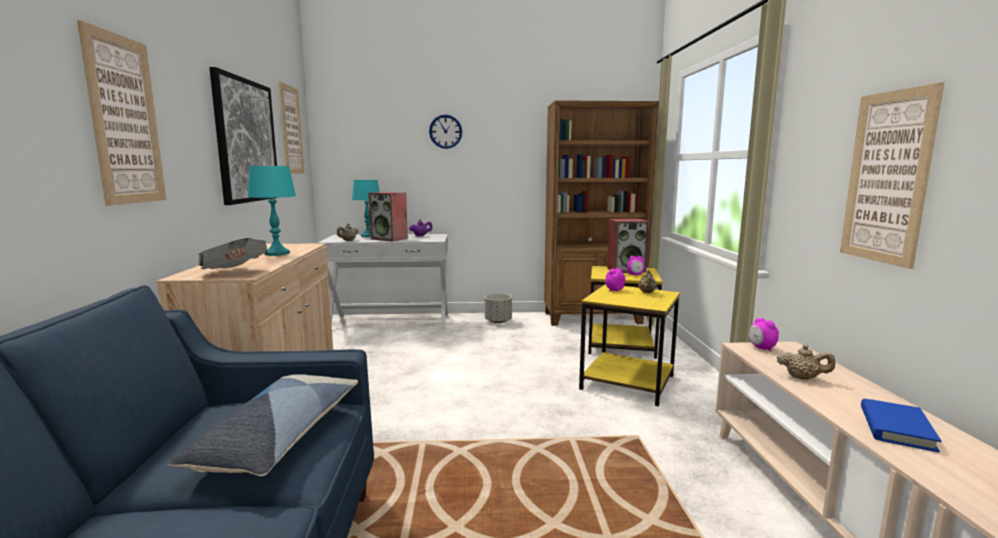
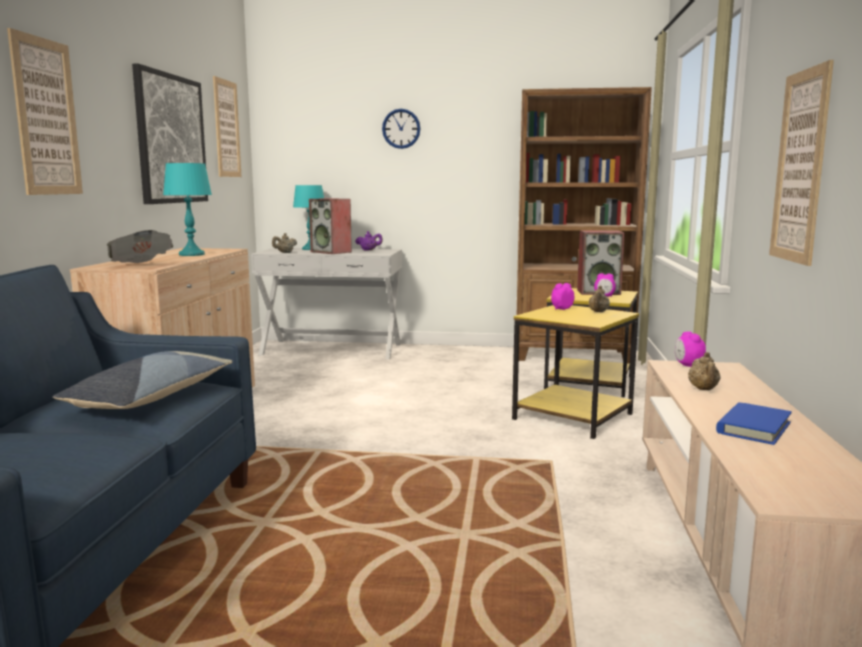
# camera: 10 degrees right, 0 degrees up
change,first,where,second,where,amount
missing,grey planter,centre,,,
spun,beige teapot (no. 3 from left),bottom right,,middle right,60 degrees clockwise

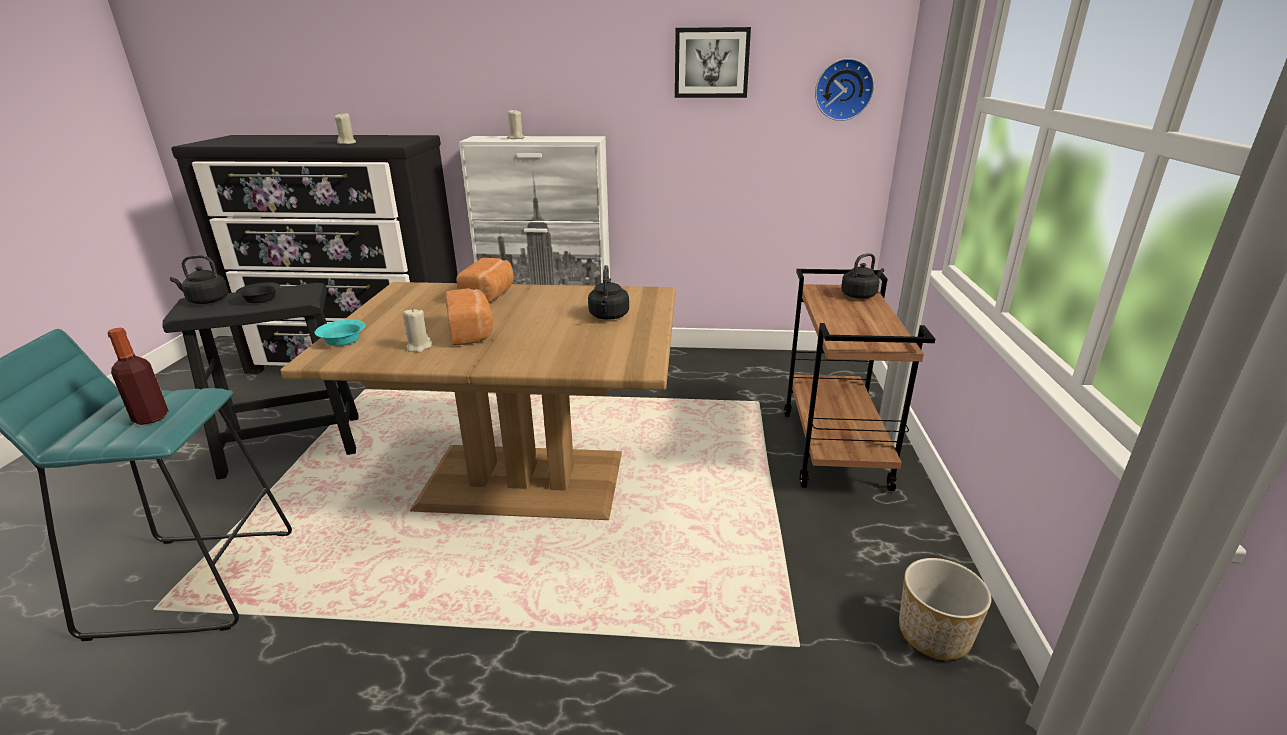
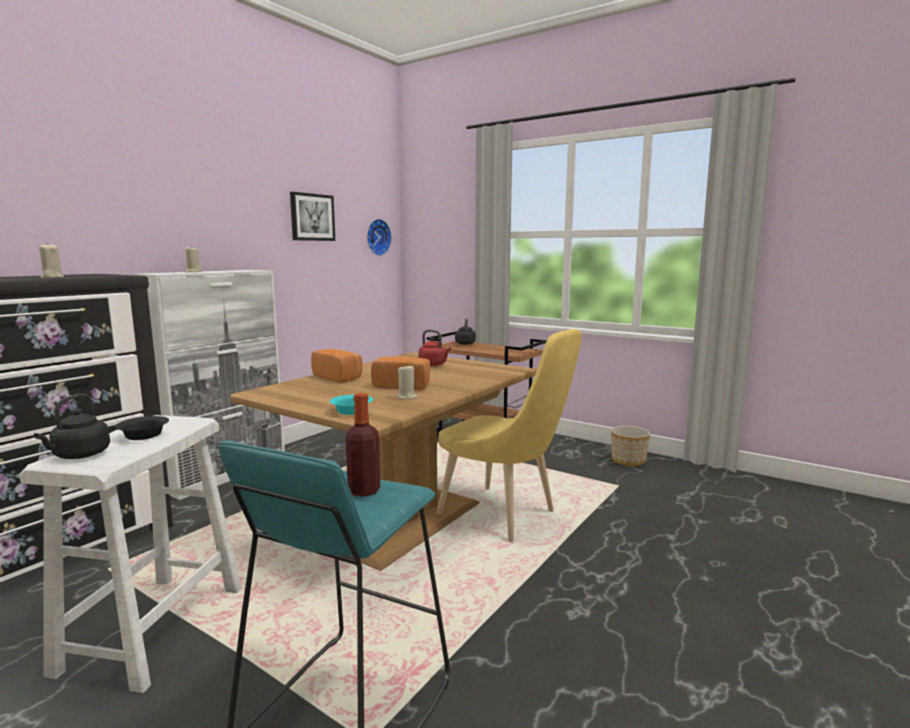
# camera: 60 degrees left, 15 degrees down
change,first,where,second,where,amount
appeared,,,yellow chair,centre,
colour,black stool,middle left,white stool,bottom left,
colour,black kettle (no. 2 from left),centre,red kettle,centre,

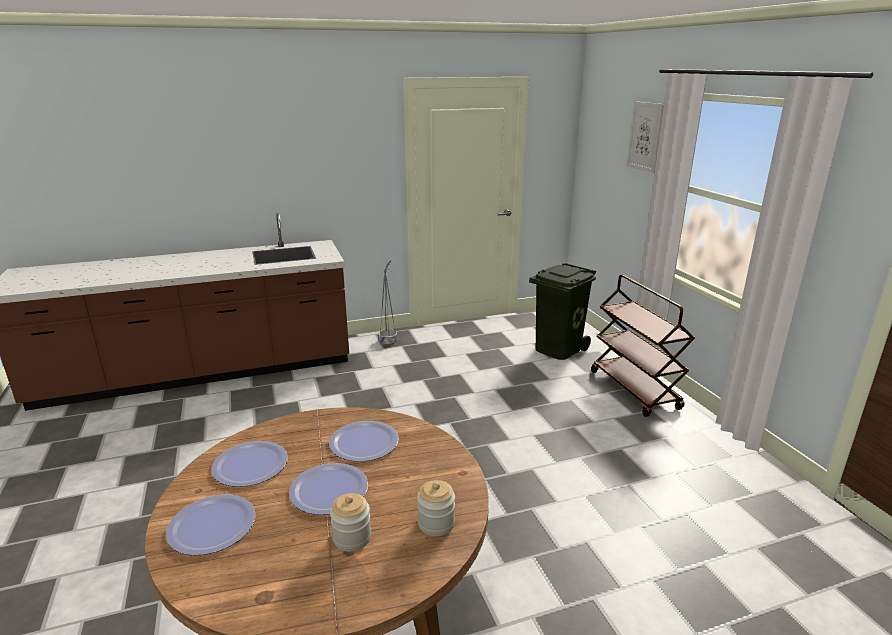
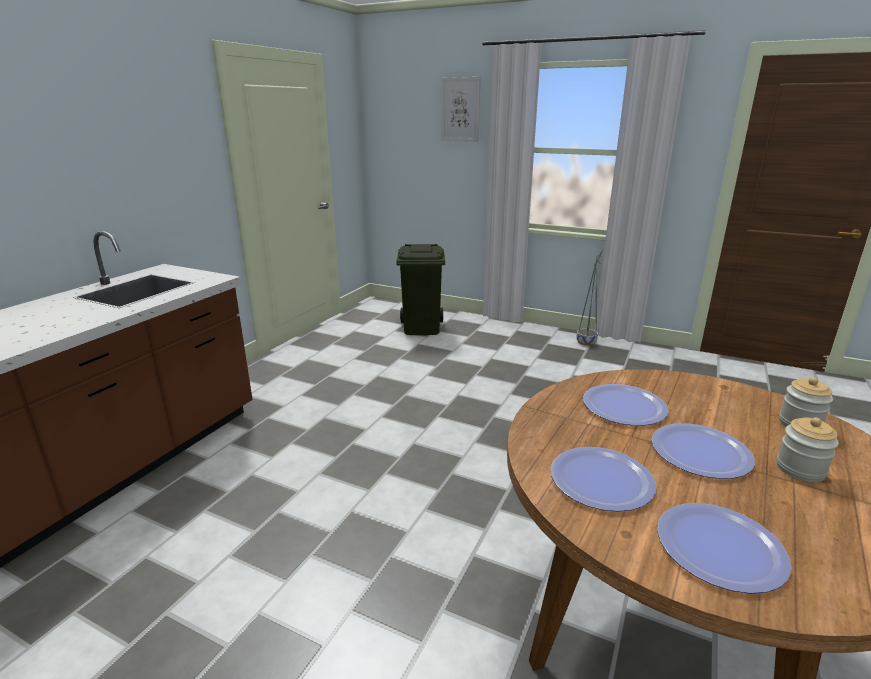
# camera: 45 degrees left, 0 degrees up
change,first,where,second,where,amount
missing,brown cart,middle right,,,
relocated,grey planter,centre,,middle right,

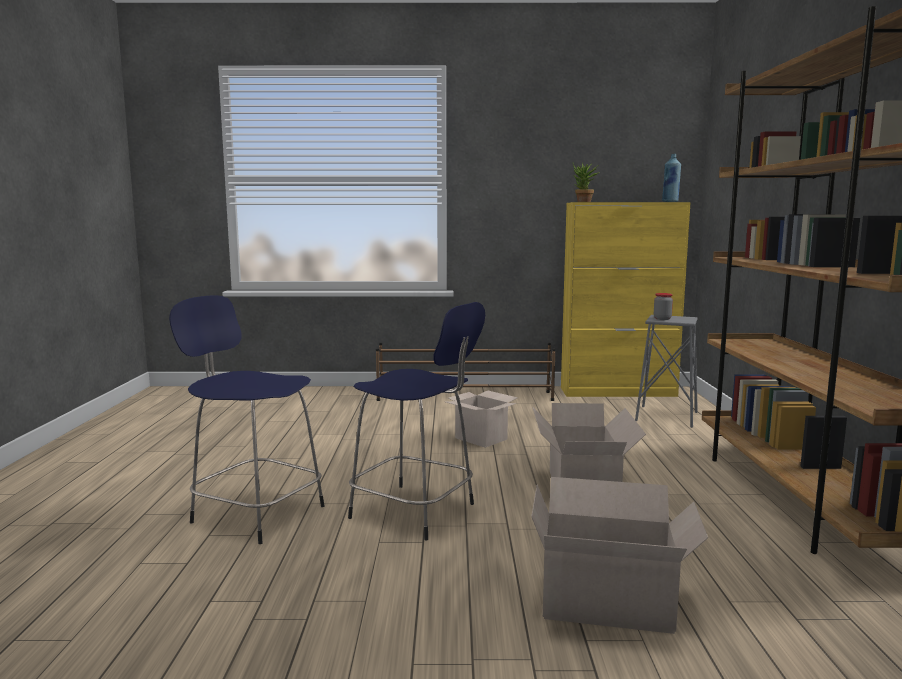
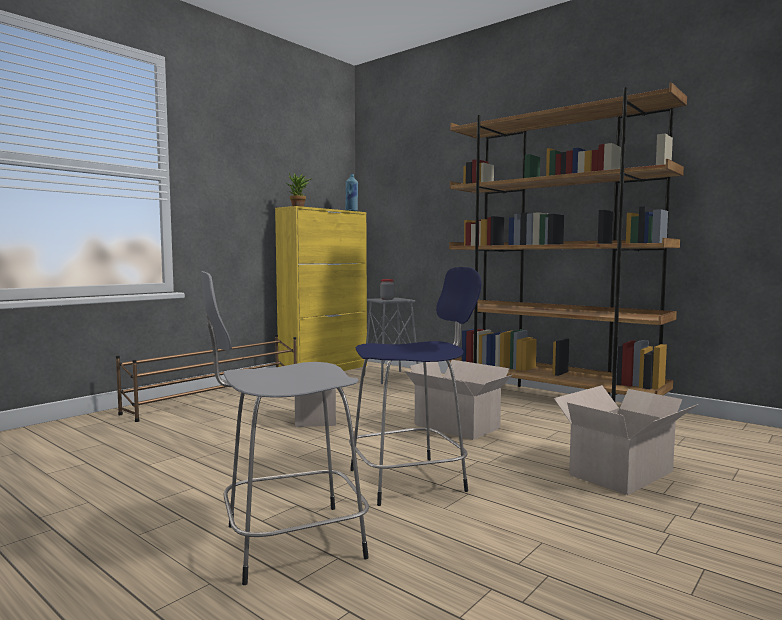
# camera: 50 degrees left, 5 degrees down
change,first,where,second,where,amount
colour,blue stool (no. 1 from left),middle left,grey stool (no. 1 from left),bottom centre,

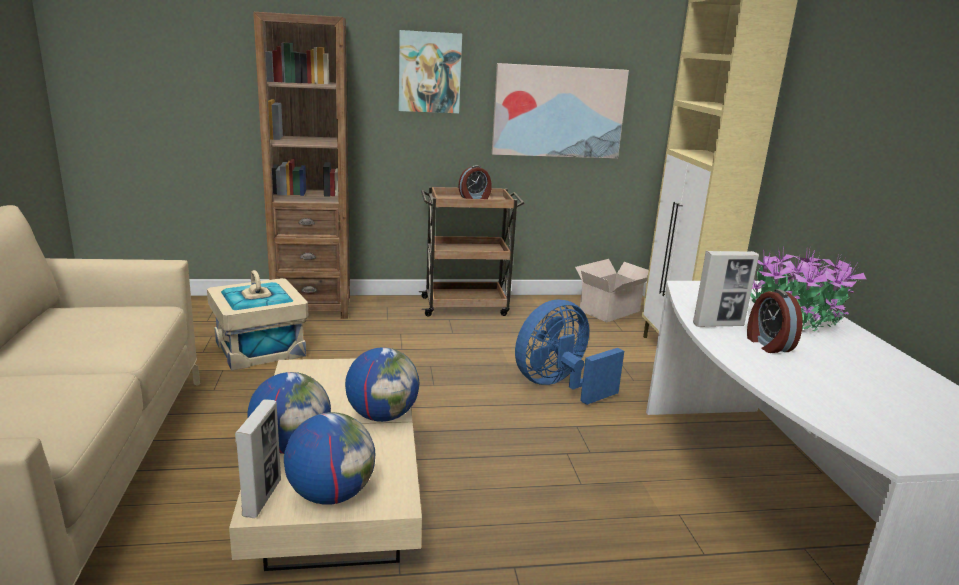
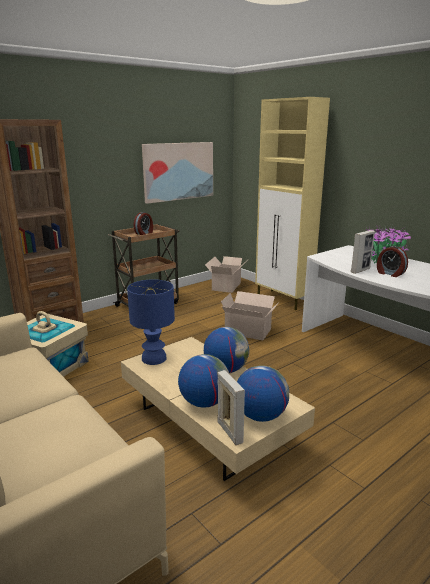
# camera: 30 degrees left, 0 degrees up
change,first,where,second,where,amount
missing,picture (no. 1 from left),top centre,,,
appeared,,,blue table lamp,centre,
exchanged,blue fan,centre,cardboard box (no. 2 from left),centre,

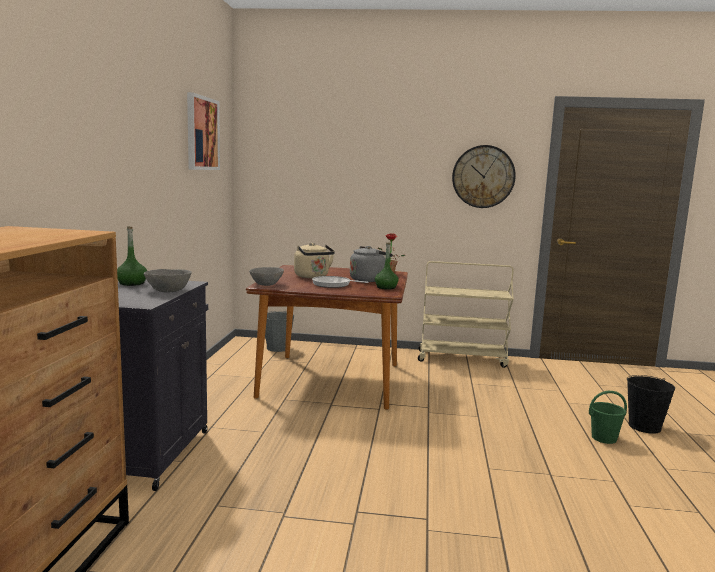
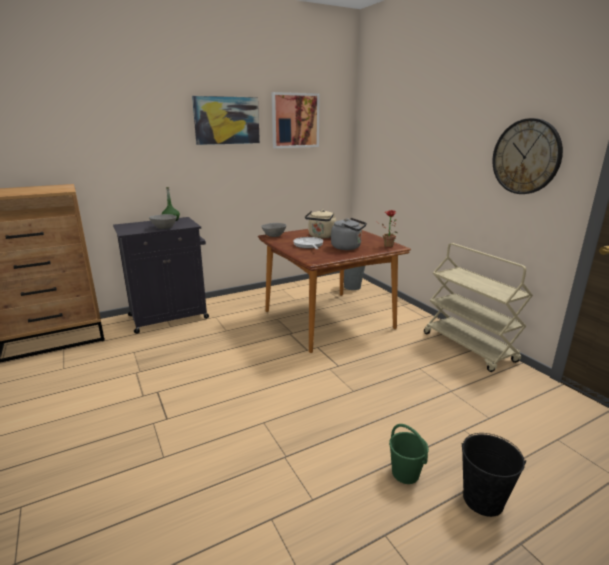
# camera: 55 degrees right, 10 degrees up
change,first,where,second,where,amount
missing,green bottle (no. 2 from left),centre,,,
appeared,,,picture (no. 1 from left),top centre,

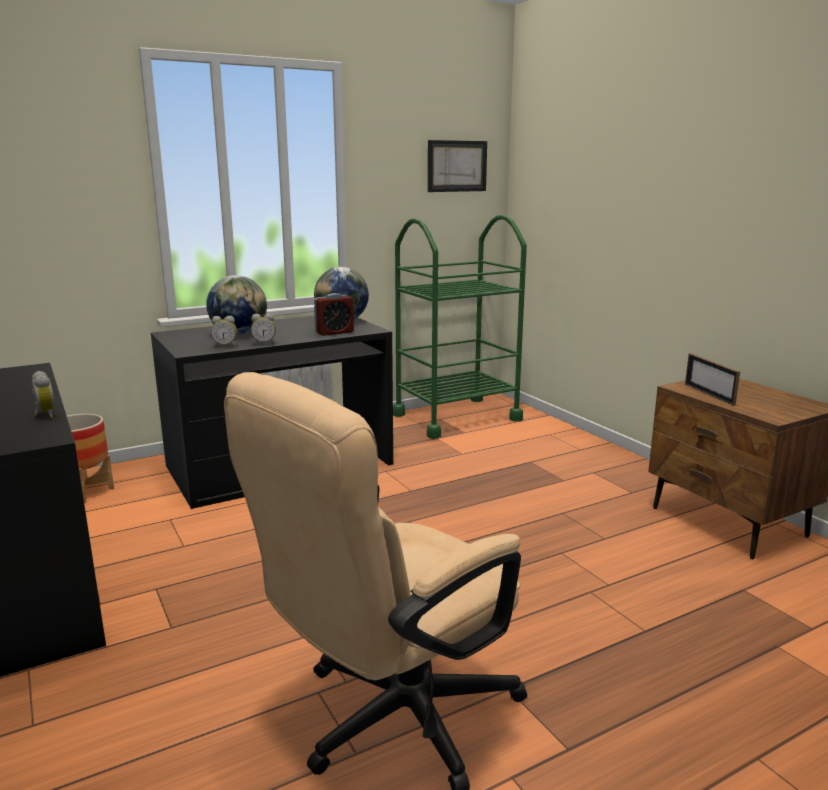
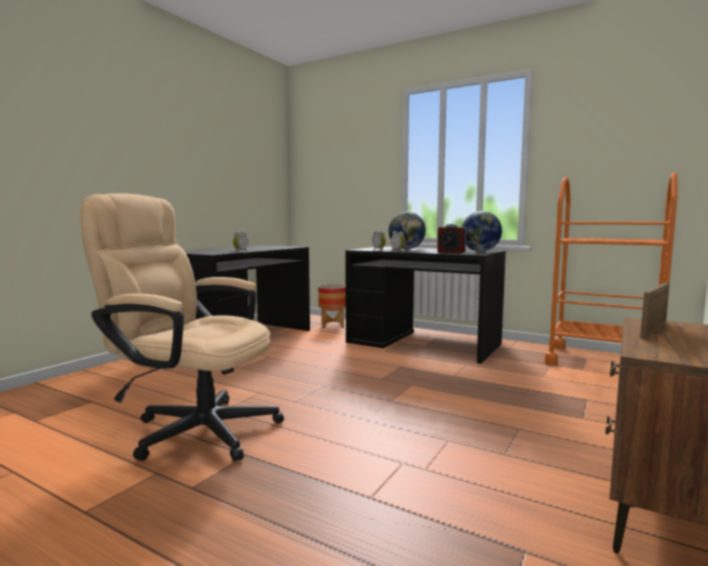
# camera: 60 degrees right, 10 degrees down
change,first,where,second,where,amount
missing,picture,top centre,,,
colour,green cart,centre,orange cart,middle right,

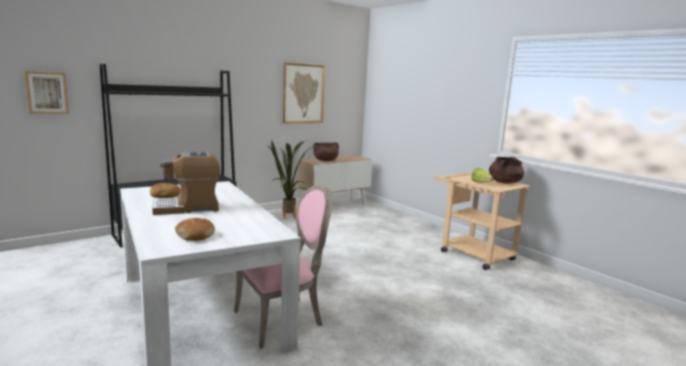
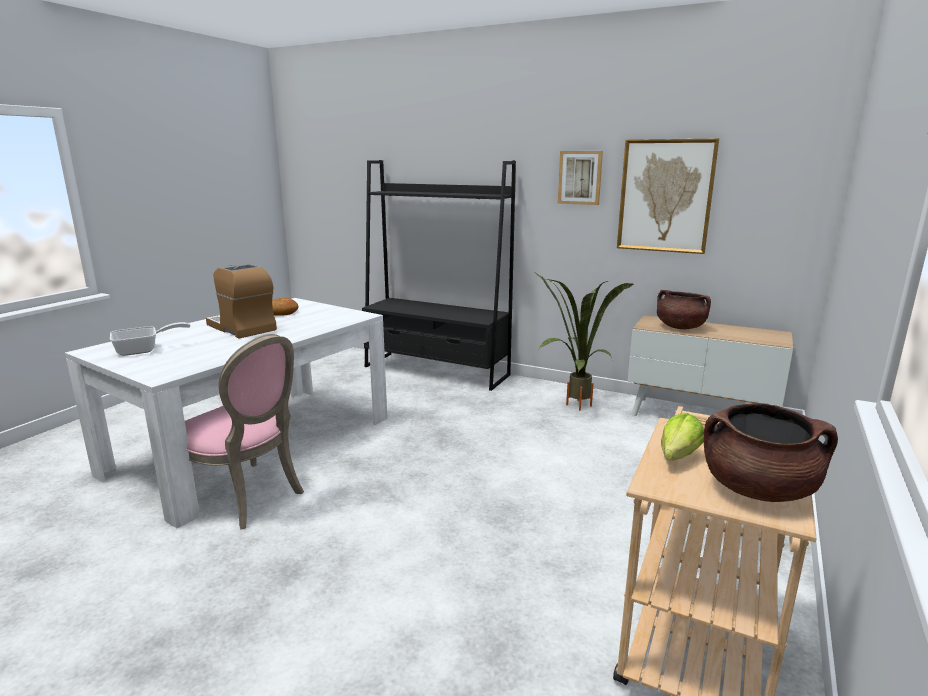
# camera: 65 degrees right, 5 degrees up
change,first,where,second,where,amount
relocated,picture (no. 1 from left),top left,,top centre,
exchanged,bread (no. 2 from left),middle left,frying pan,middle left,

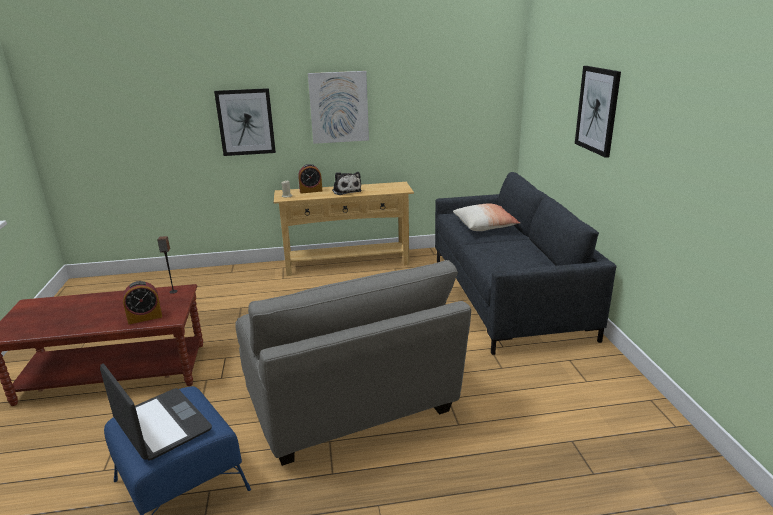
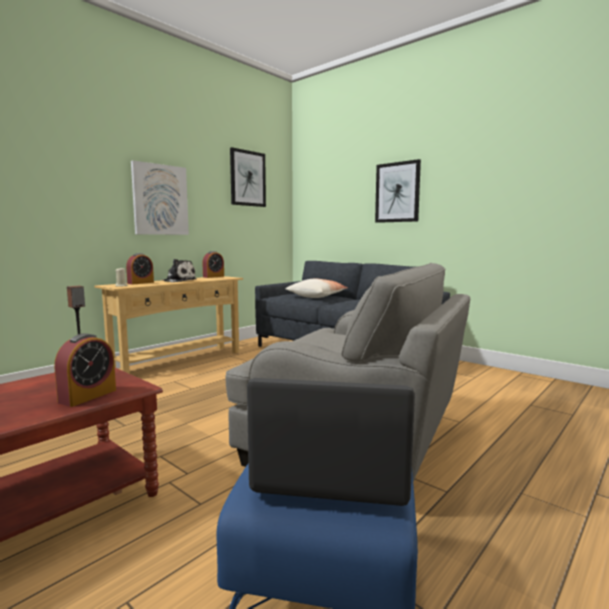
# camera: 40 degrees left, 15 degrees down
change,first,where,second,where,amount
appeared,,,alarm clock (no. 3 from left),centre,
relocated,picture (no. 1 from left in the first image),top left,picture (no. 2 from left),top centre,

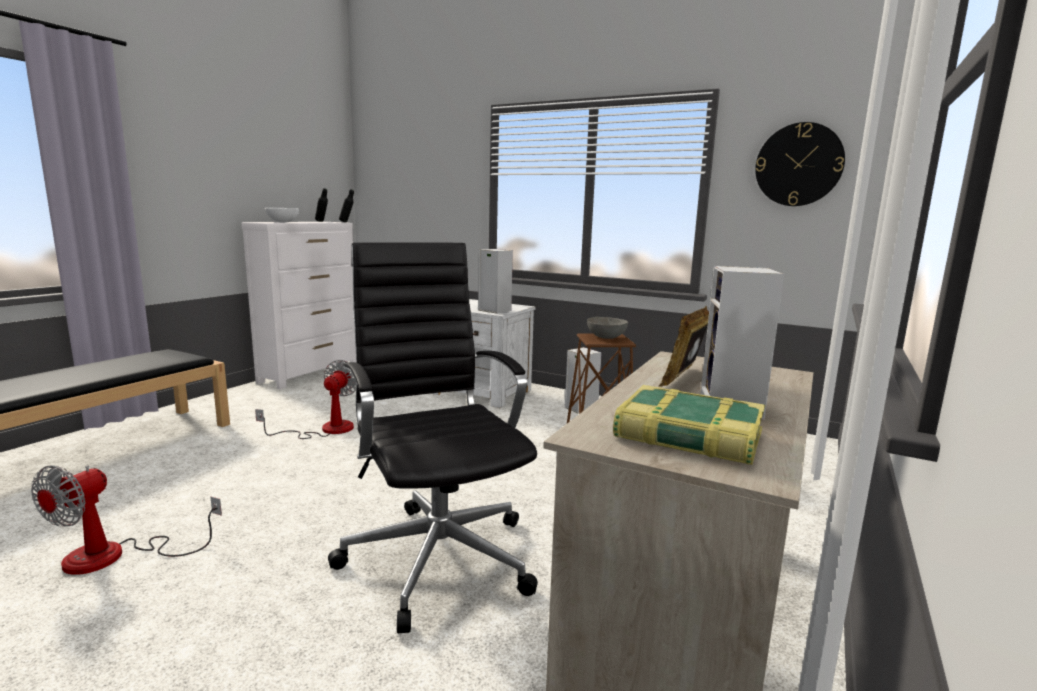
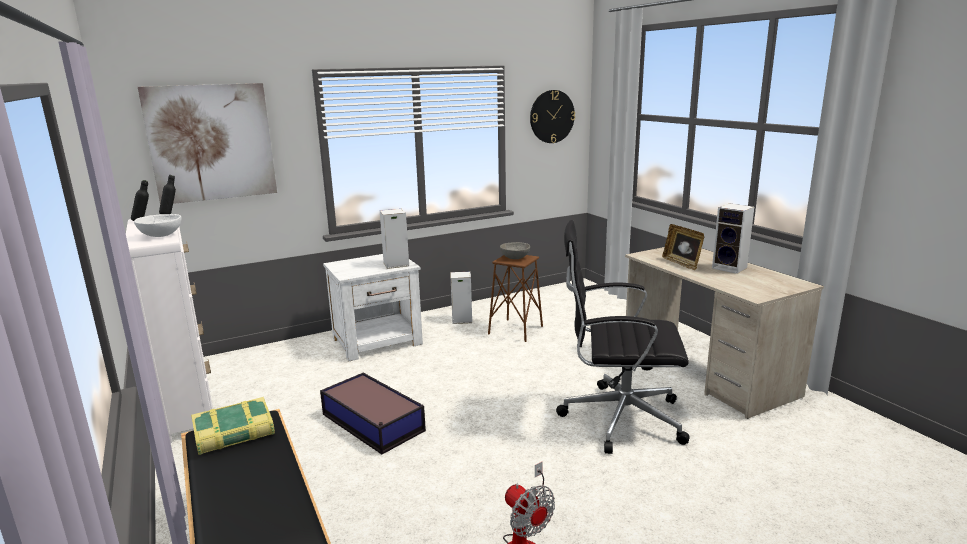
# camera: 55 degrees left, 5 degrees up
change,first,where,second,where,amount
appeared,,,picture,top left,
relocated,book,centre,,bottom left,
exchanged,fan (no. 2 from left),middle left,storage box,bottom centre,

